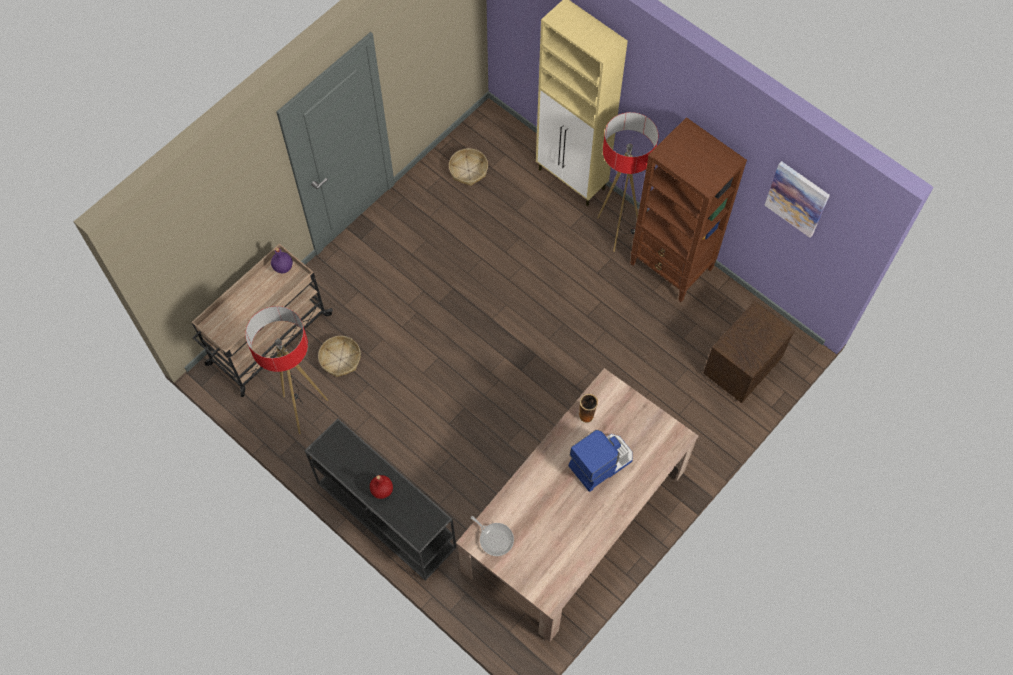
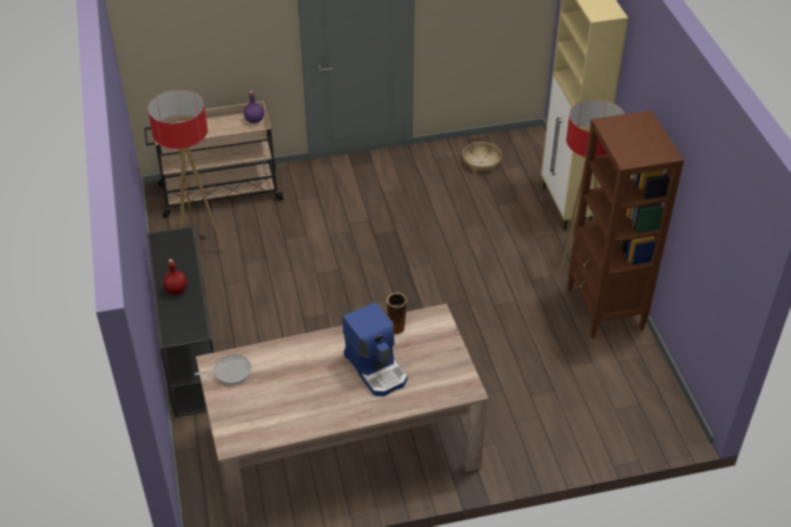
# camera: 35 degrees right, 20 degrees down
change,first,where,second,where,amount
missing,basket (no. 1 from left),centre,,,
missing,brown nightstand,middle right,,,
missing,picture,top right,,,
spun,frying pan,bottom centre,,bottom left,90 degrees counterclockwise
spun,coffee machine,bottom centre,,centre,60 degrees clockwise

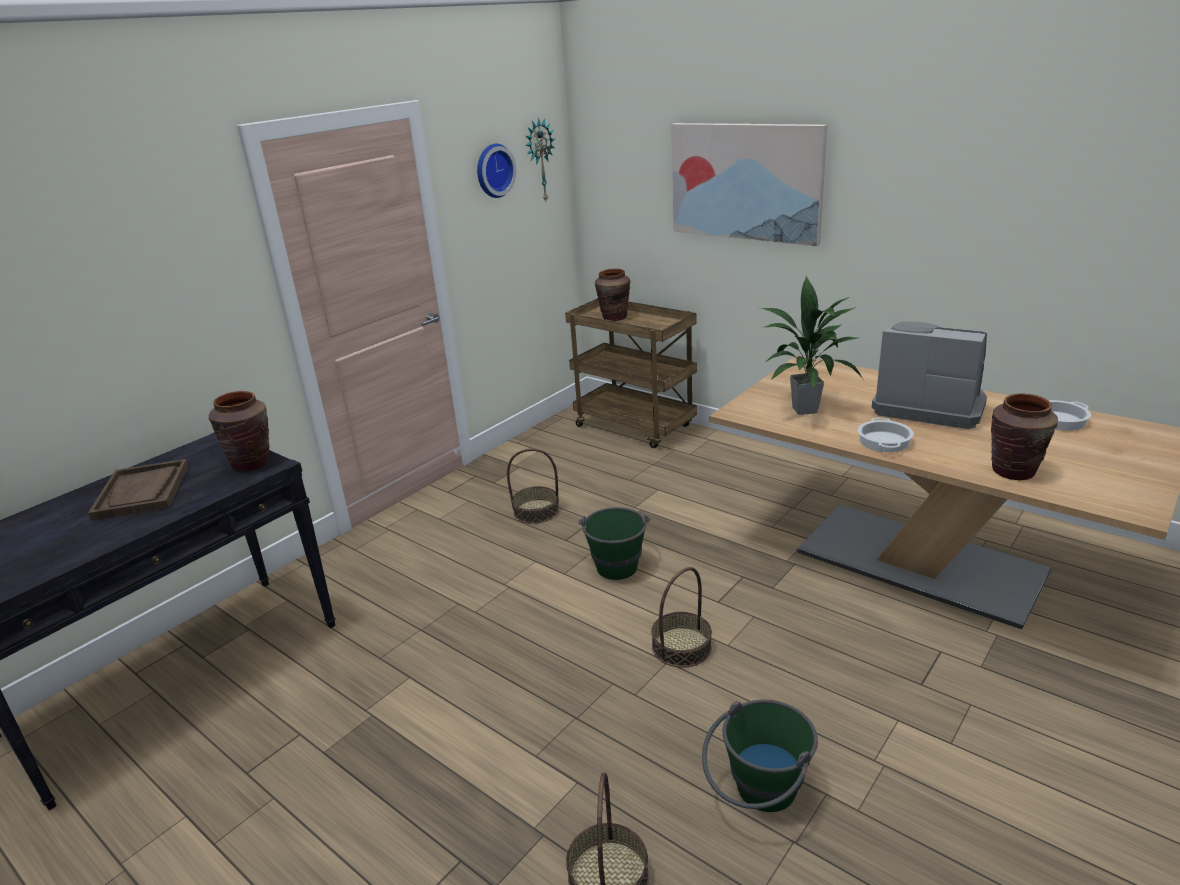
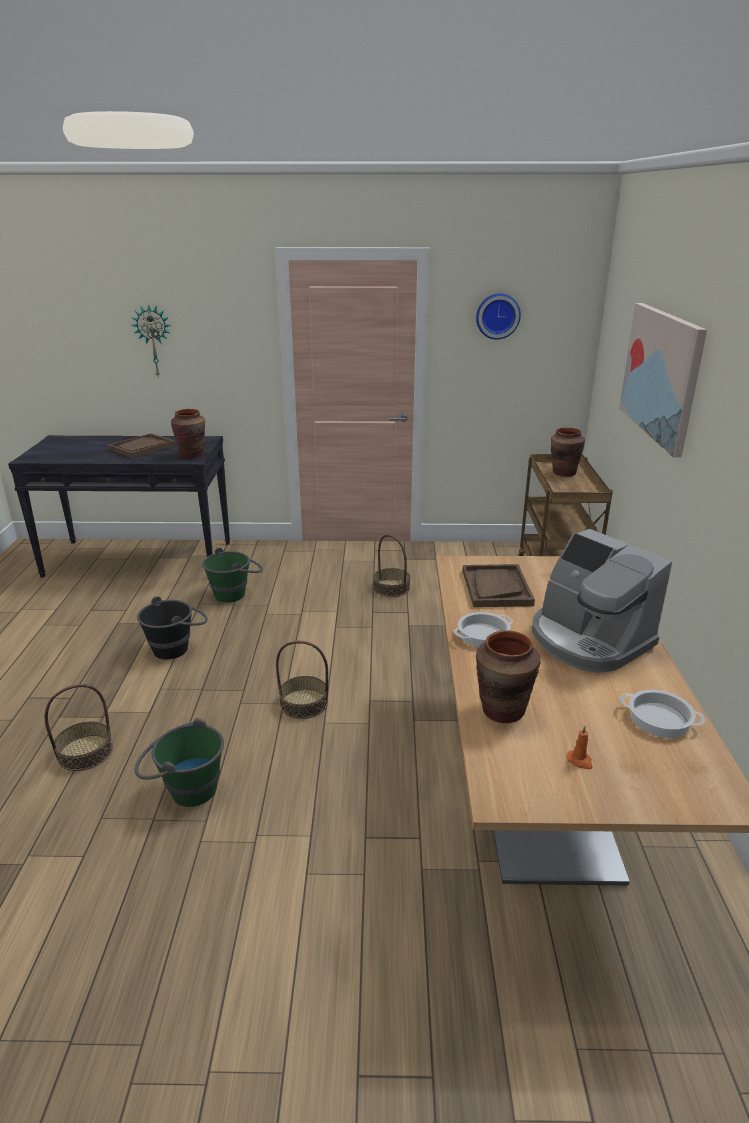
# camera: 50 degrees right, 0 degrees up
change,first,where,second,where,amount
appeared,,,black bucket,middle left,
appeared,,,orange candle,middle right,
relocated,wall clock (no. 2 from left in the first image),top centre,wall clock (no. 1 from left),top left,
relocated,green bucket (no. 1 from left in the first image),centre,green bucket (no. 2 from left),middle left,
exchanged,potted plant,middle right,brown tray (no. 2 from left),centre,
spun,coffee machine,middle right,,middle right,150 degrees clockwise

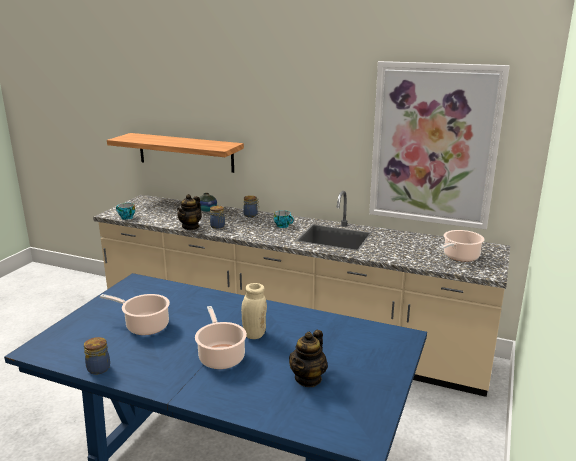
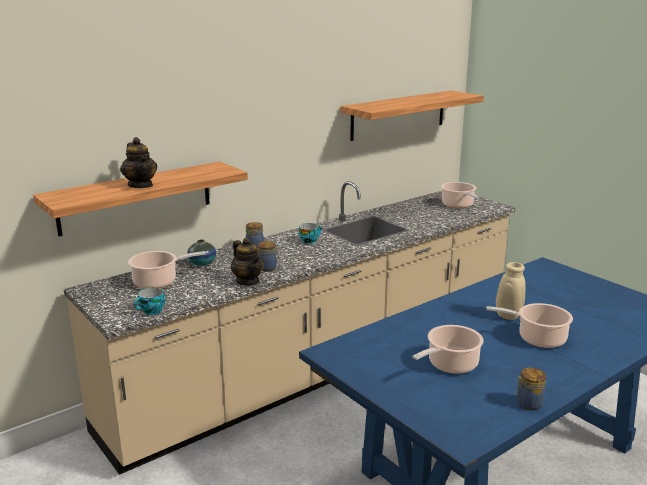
# camera: 60 degrees left, 0 degrees up
change,first,where,second,where,amount
appeared,,,cooking pot (no. 1 from left),middle left,
relocated,teapot (no. 2 from left in the first image),bottom centre,teapot (no. 1 from left),middle left,
exchanged,picture,top right,shelf (no. 2 from left),top centre,

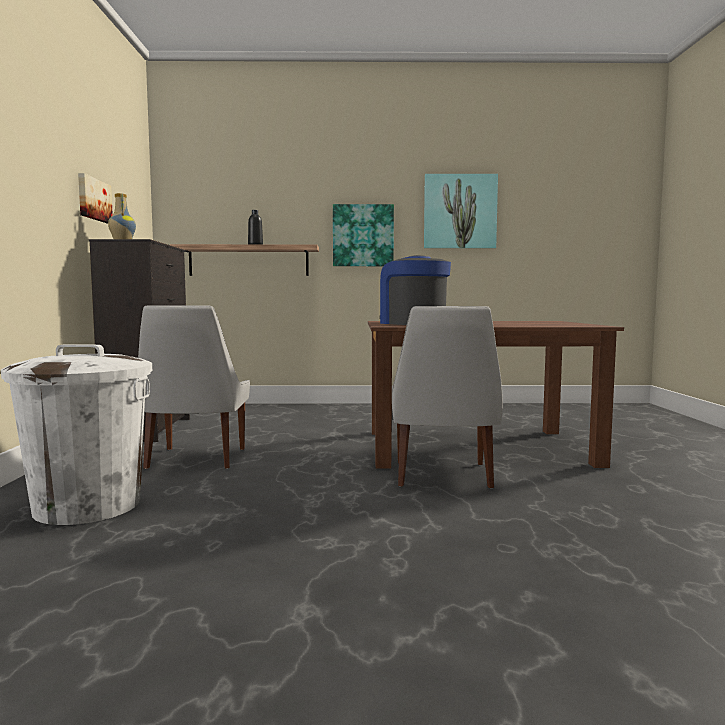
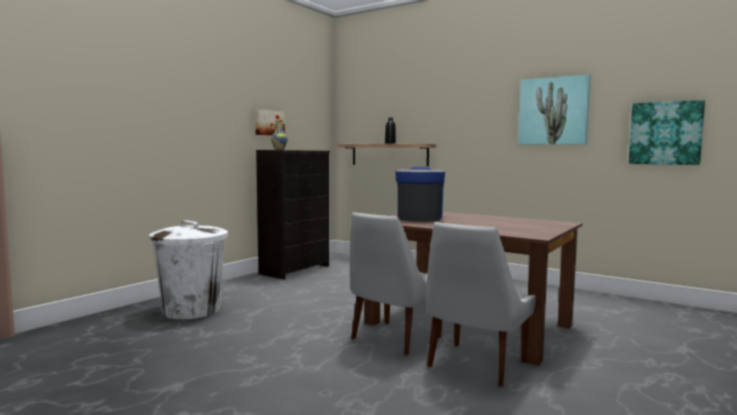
# camera: 35 degrees right, 0 degrees up
change,first,where,second,where,amount
relocated,white chair (no. 1 from left in the first image),middle left,white chair (no. 2 from left),bottom centre,
relocated,picture (no. 2 from left in the first image),top centre,picture (no. 3 from left),top right,

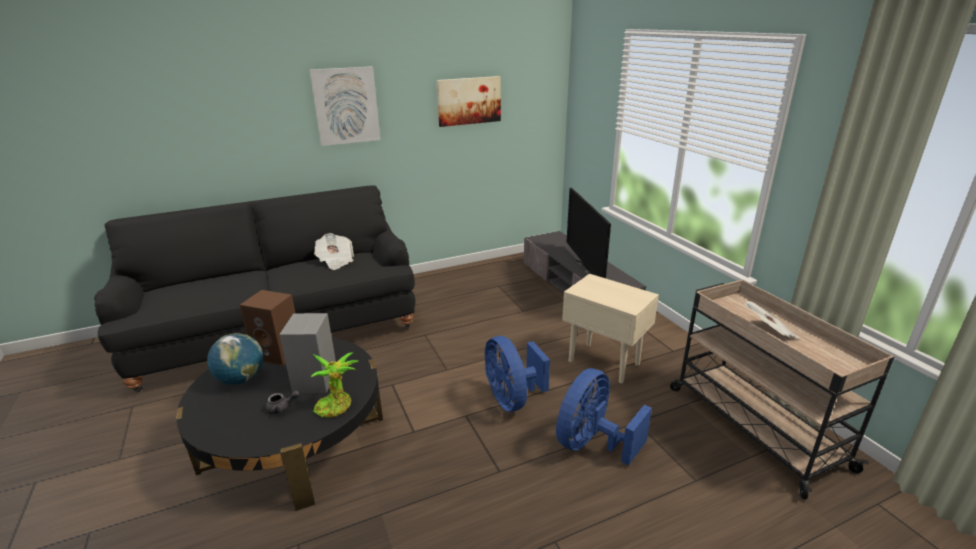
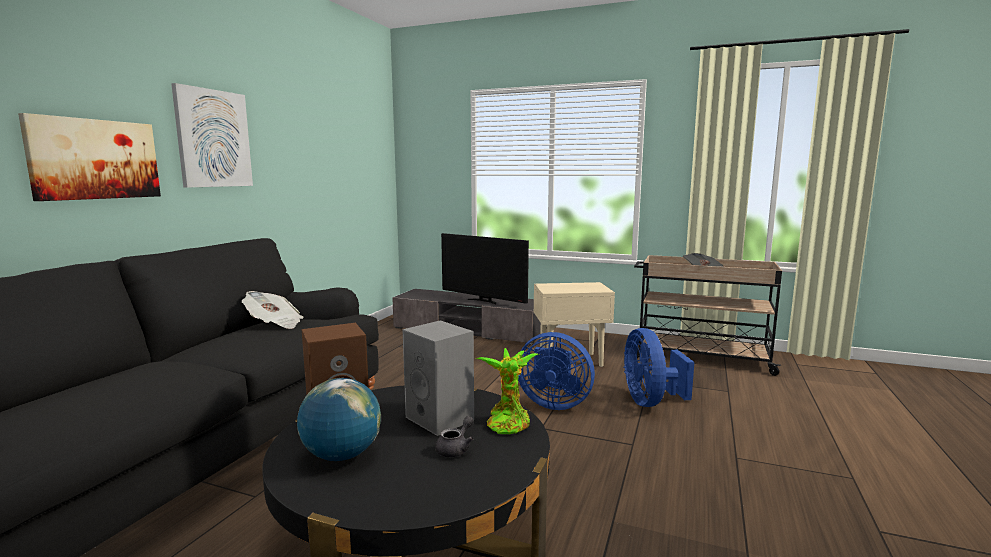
# camera: 45 degrees left, 15 degrees down
change,first,where,second,where,amount
relocated,picture (no. 2 from left in the first image),top centre,picture (no. 1 from left),top left,

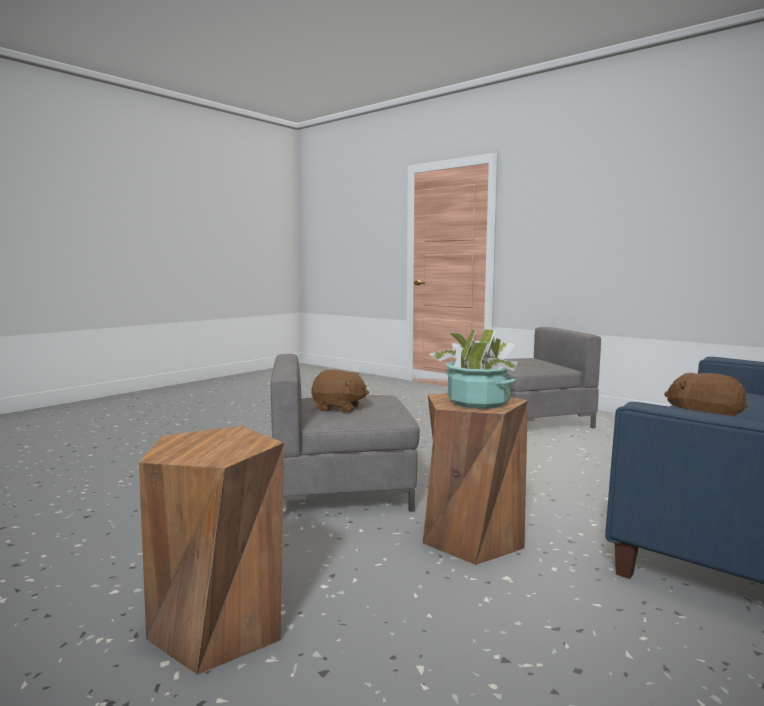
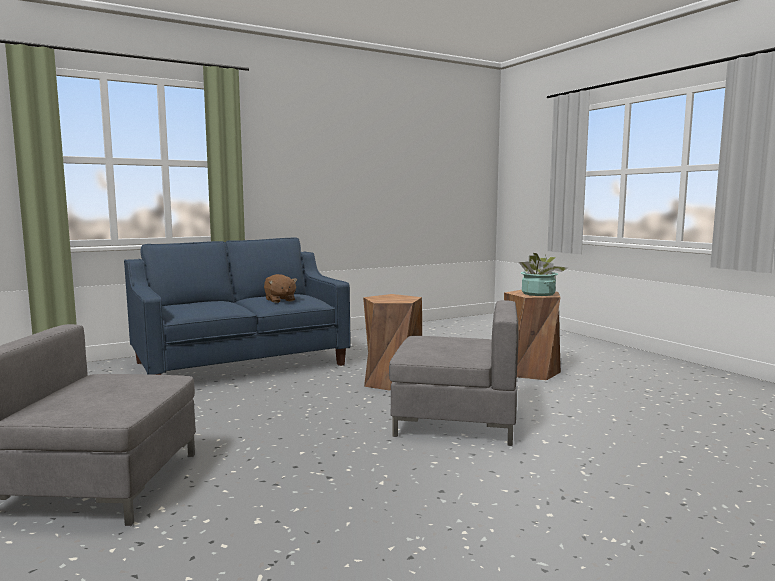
# camera: 160 degrees left, 0 degrees up
change,first,where,second,where,amount
missing,brown plush toy (no. 1 from left),centre,,,
relocated,potted plant,centre,,middle right,

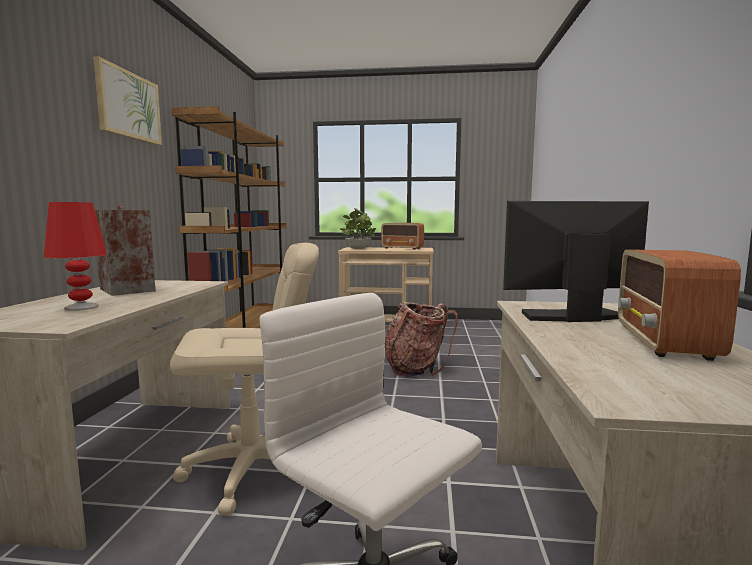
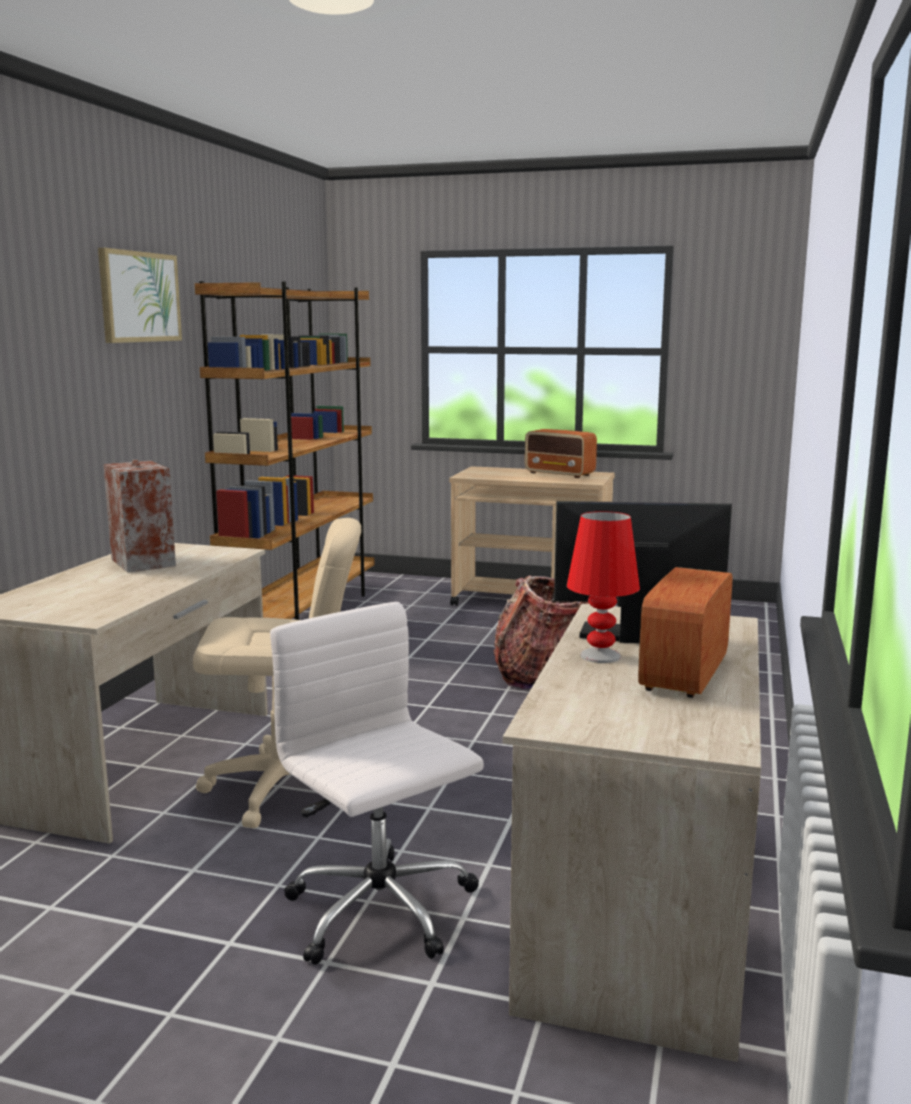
# camera: 10 degrees right, 5 degrees up
change,first,where,second,where,amount
missing,potted plant,centre,,,
relocated,red table lamp,middle left,,centre,

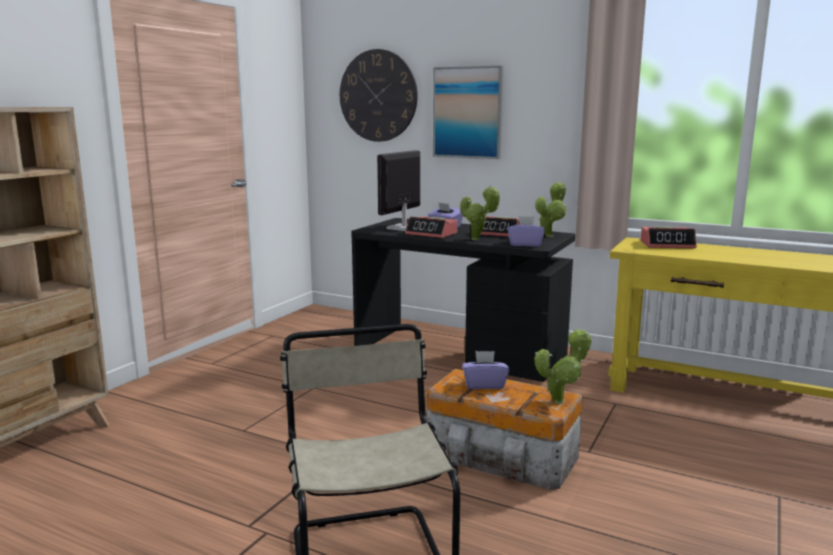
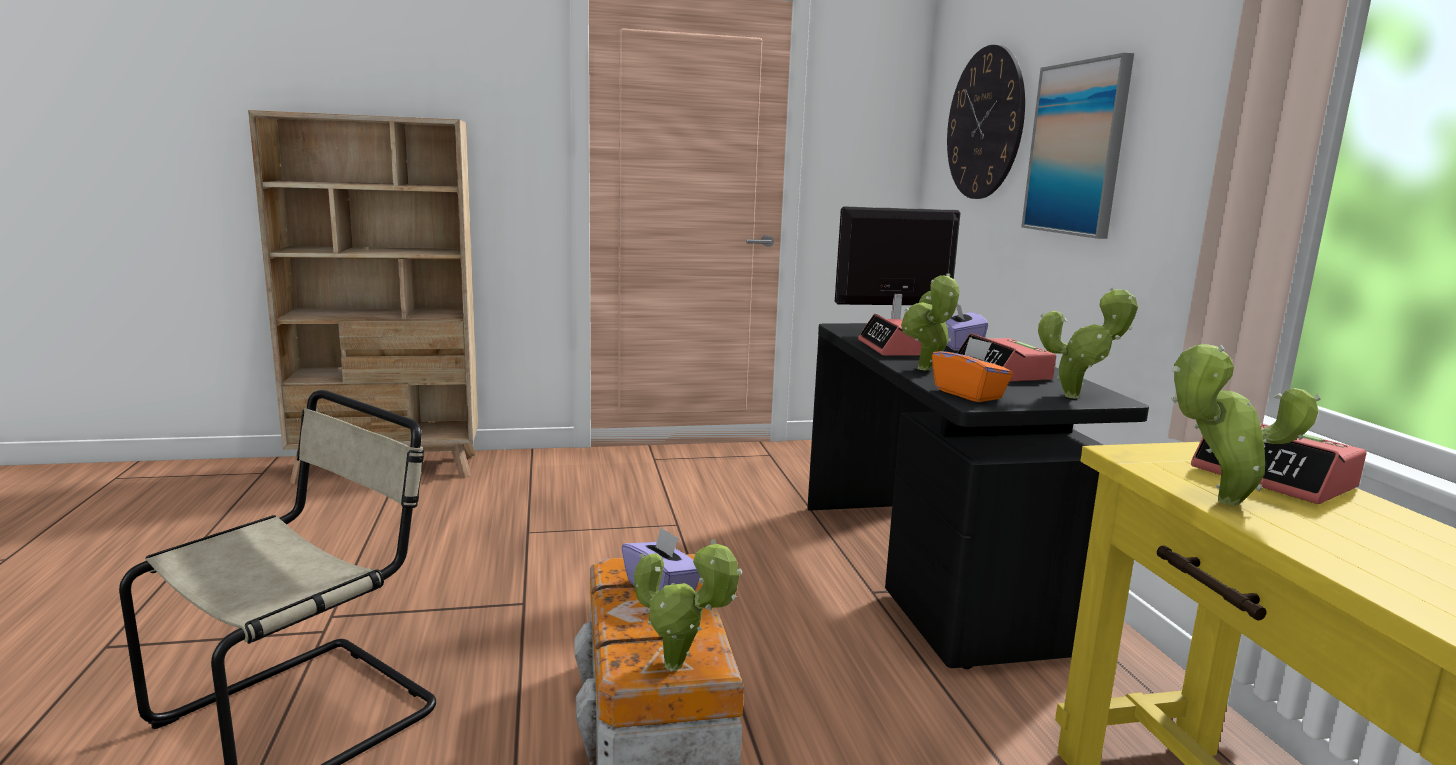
# camera: 50 degrees right, 0 degrees up
change,first,where,second,where,amount
appeared,,,potted plant (no. 4 from left),middle right,
colour,purple tissue box (no. 3 from left),centre,orange tissue box,middle right,

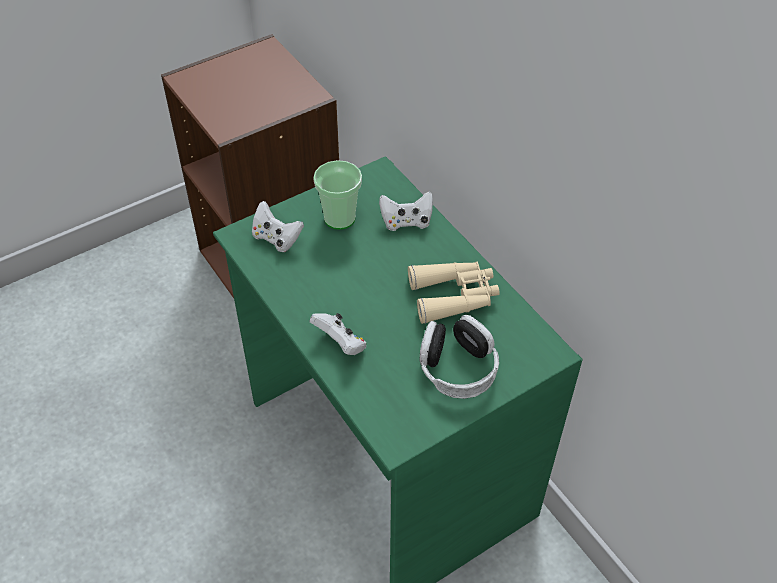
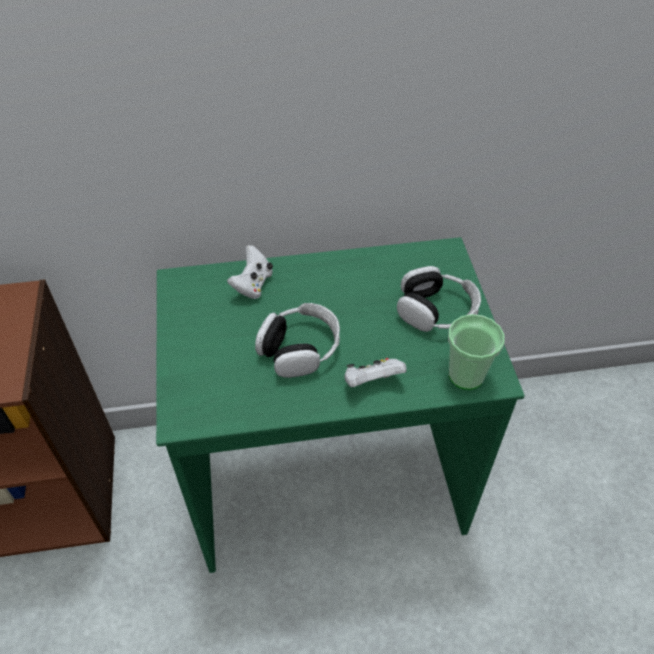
# camera: 65 degrees left, 0 degrees up
change,first,where,second,where,amount
missing,white game controller (no. 1 from left),centre,,,
missing,beige binoculars,centre,,,
appeared,,,headphones (no. 1 from left),centre,
relocated,cup,centre,,middle right,

